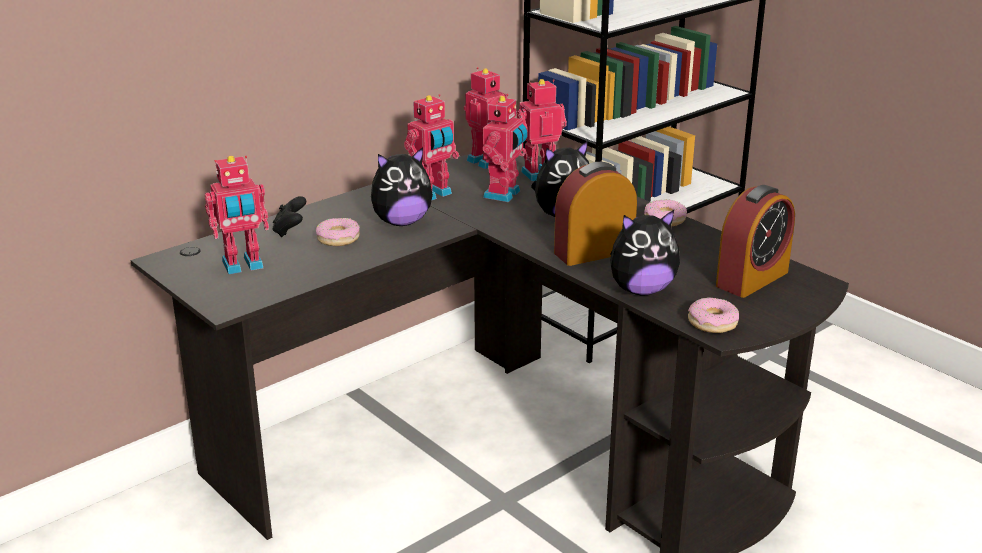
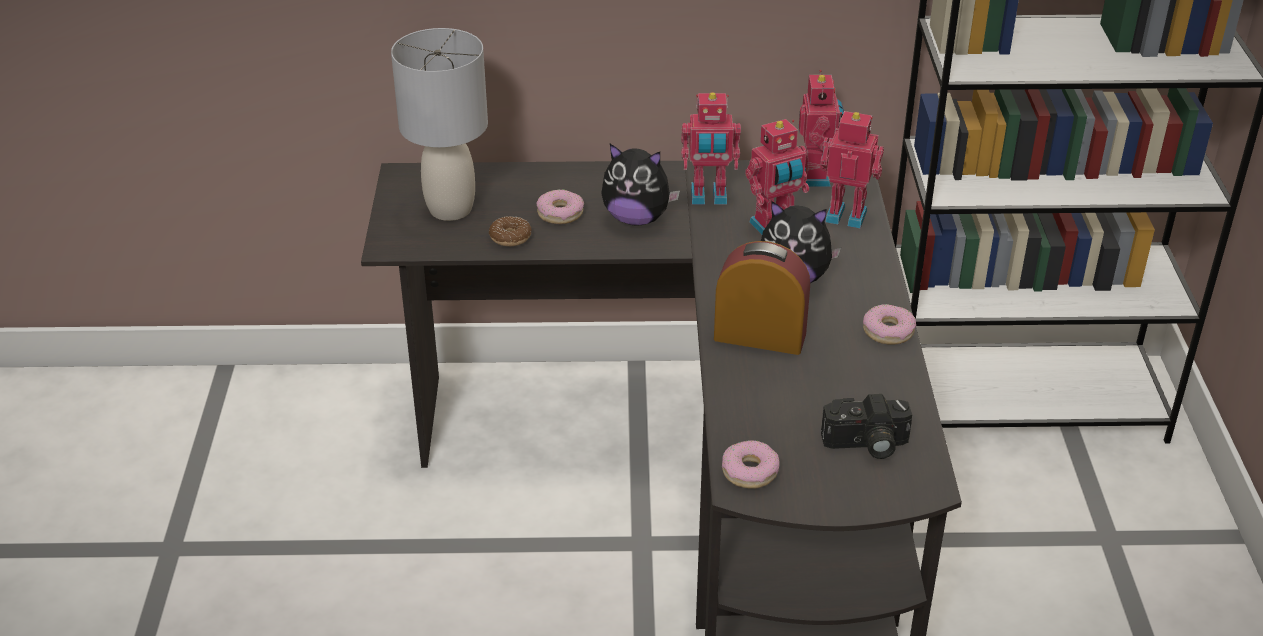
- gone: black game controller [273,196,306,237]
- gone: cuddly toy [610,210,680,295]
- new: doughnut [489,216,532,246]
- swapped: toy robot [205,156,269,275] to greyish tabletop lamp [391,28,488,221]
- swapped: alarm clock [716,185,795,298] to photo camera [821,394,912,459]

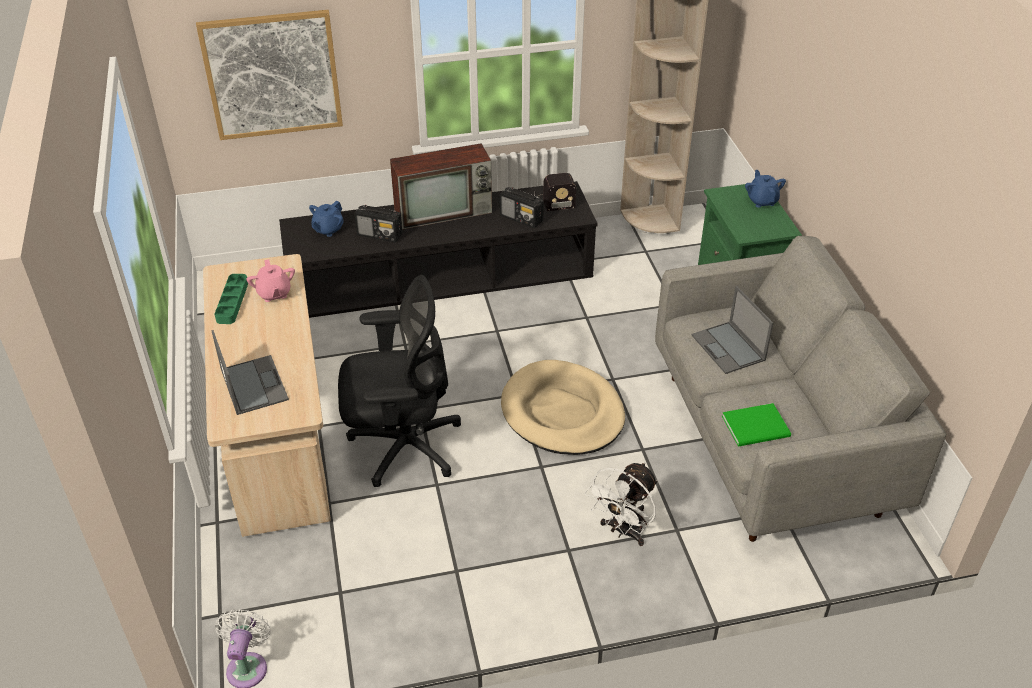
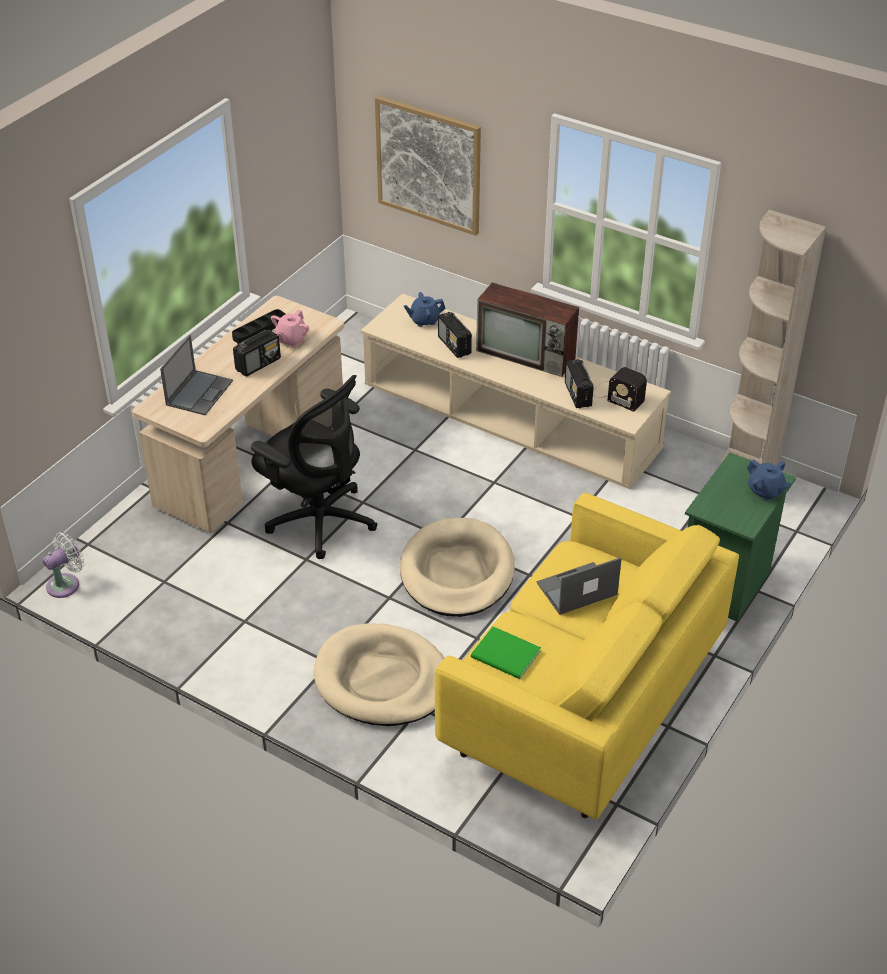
- new: radio set [233,330,281,377]
- swapped: white fan [585,462,658,546] to beige-coloured dog bed [314,623,445,726]
- repainted: greenish tray [215,274,248,324] to black tray [232,309,285,344]
- repainted: black media console [279,181,598,318] to beige-coloured media console [361,293,671,489]
- repainted: greyish couch [655,236,946,542] to yellowish couch [435,493,739,820]
- rotated: laptop [691,286,773,374] = [536,557,622,615] 45 degrees clockwise
- rotated: blue-coloured tea pot [745,170,786,208] = [747,459,791,501] 105 degrees clockwise

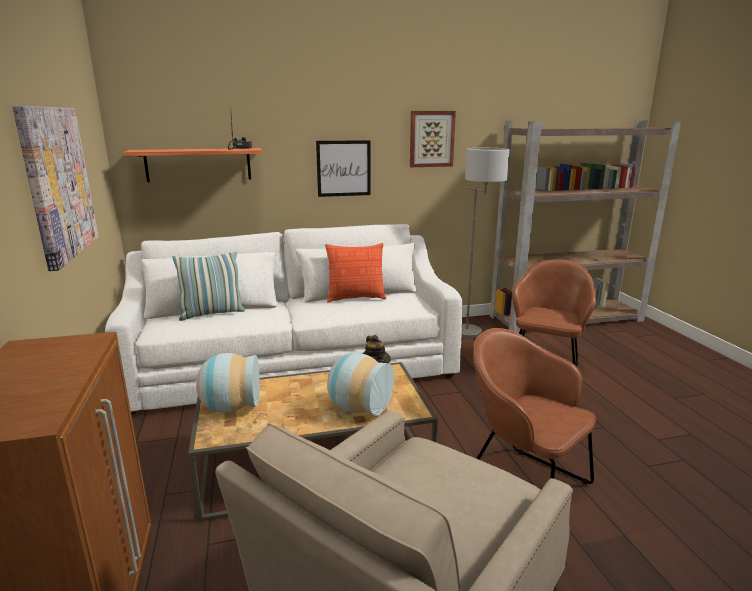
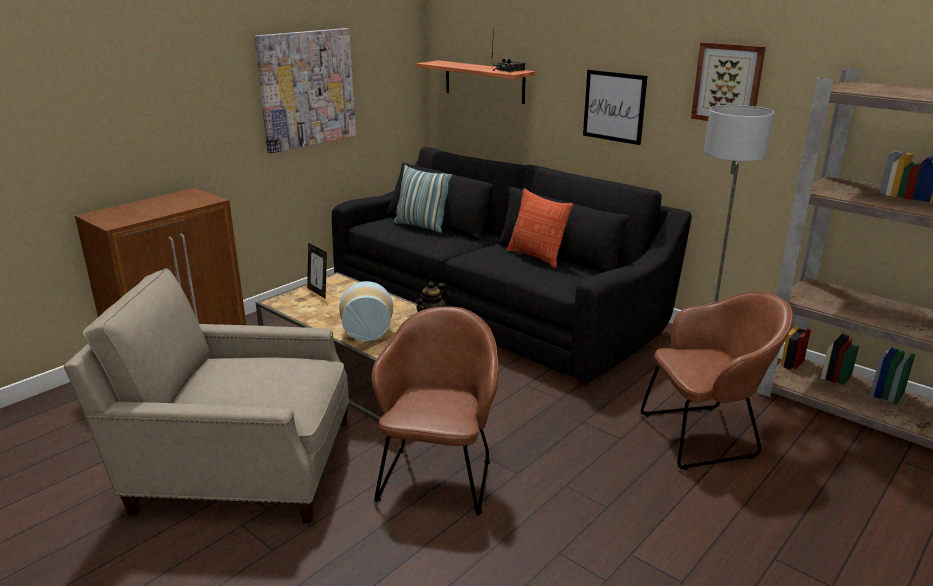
- swapped: vase [196,353,260,413] to picture frame [307,243,327,298]
- repainted: white couch [105,224,462,415] to black couch [332,147,692,386]

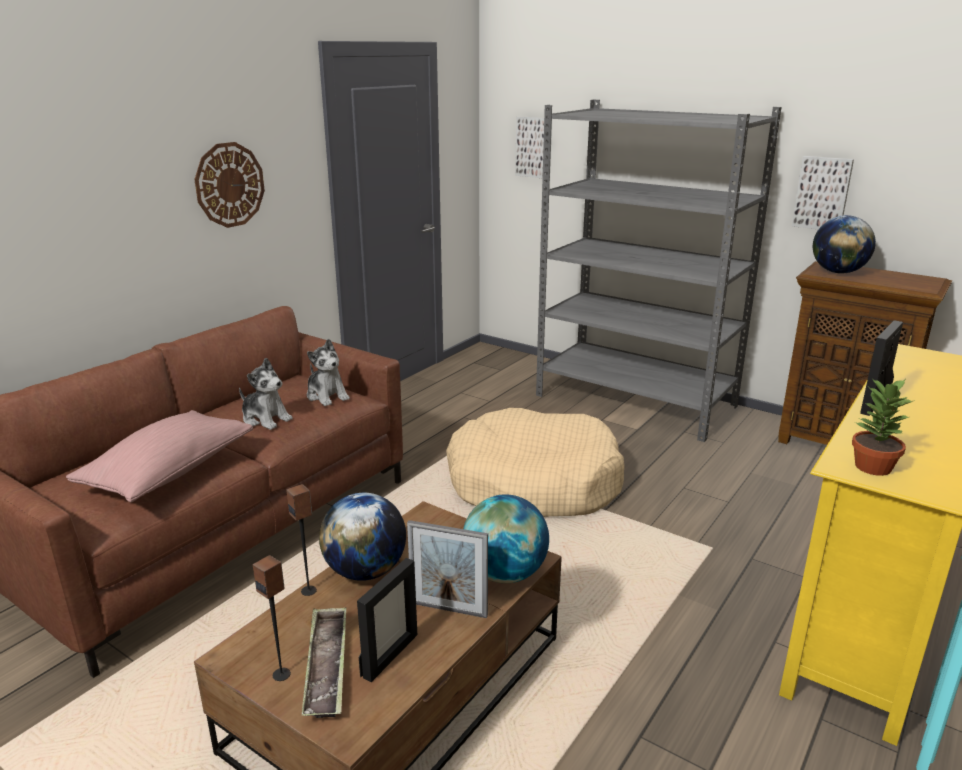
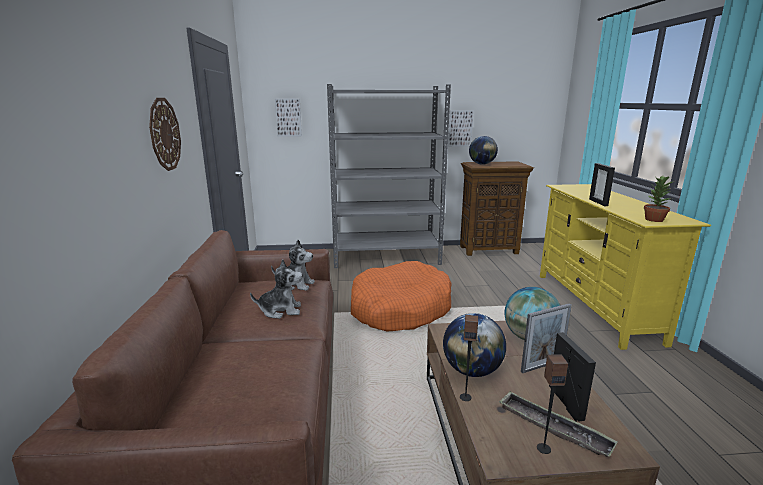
- gone: pink-coloured throw pillow [66,410,253,502]
- repainted: beige-coloured dog bed [446,408,625,517] to orange dog bed [351,261,452,332]

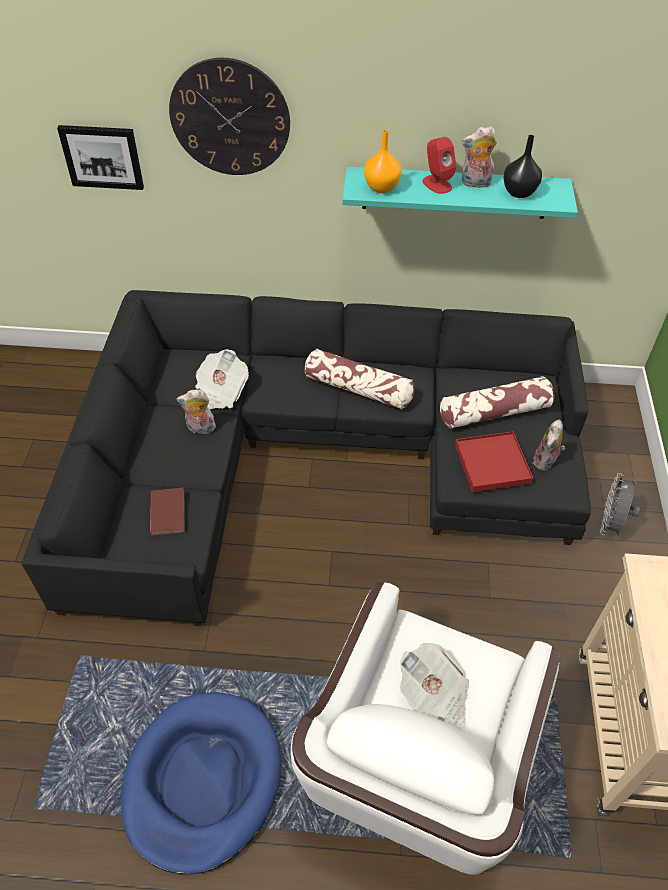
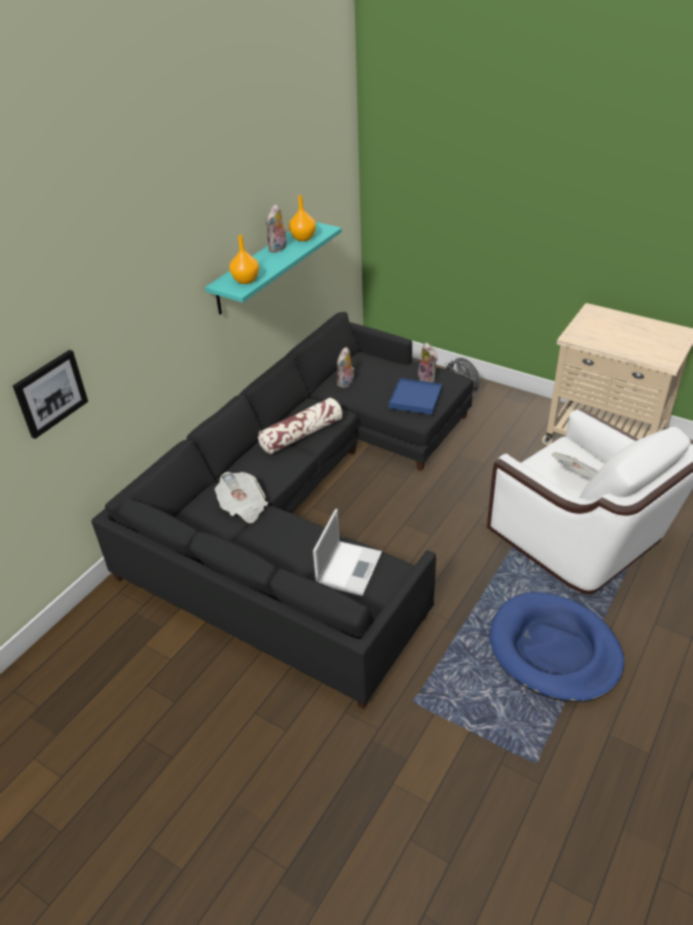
- gone: hanging clock [169,58,290,175]
- gone: red audio speaker [422,137,456,194]
- gone: throw pillow [440,376,554,429]
- shifted: cuddly toy [177,389,216,434] to [337,347,354,388]
- swapped: brown bound book [150,488,185,536] to laptop [313,509,382,596]
- repainted: red tray [455,431,533,492] to blue-coloured tray [389,378,442,415]
- repainted: black vase [503,135,542,198] to orange vase [289,195,316,241]

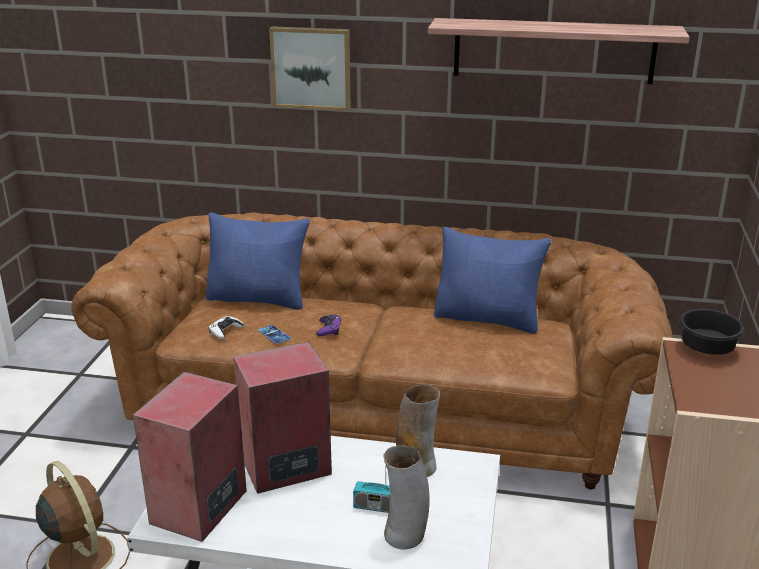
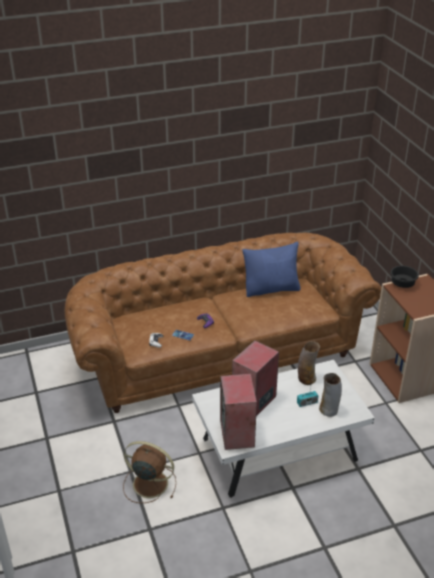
- gone: blue-coloured throw pillow [206,212,310,310]
- gone: wall art [269,26,351,111]
- gone: wall shelf [428,18,690,84]

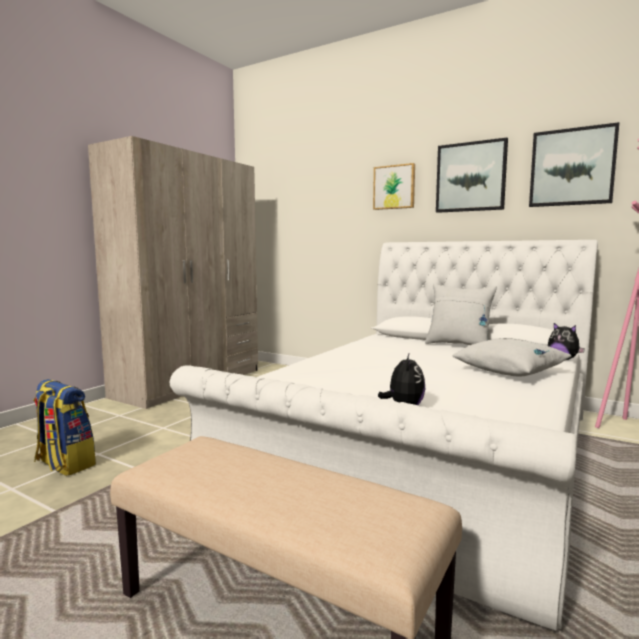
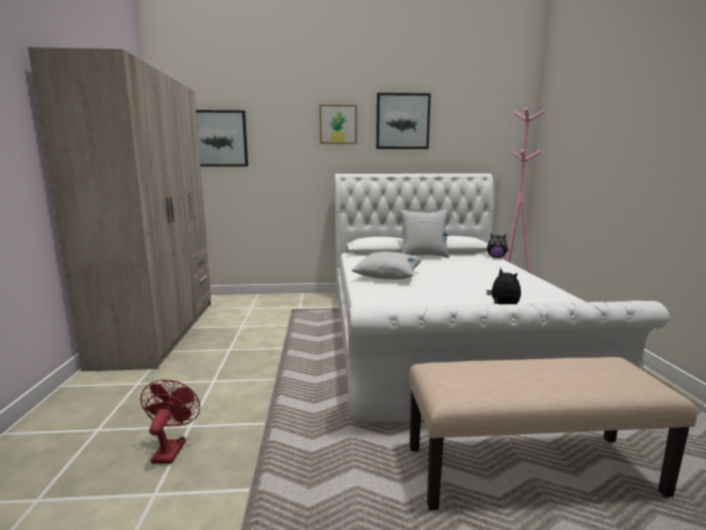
- shifted: greyish throw pillow [452,338,571,376] to [351,252,422,280]
- shifted: wall art [529,122,619,207] to [196,110,248,167]
- swapped: rucksack [33,379,96,476] to red fan [140,380,200,464]

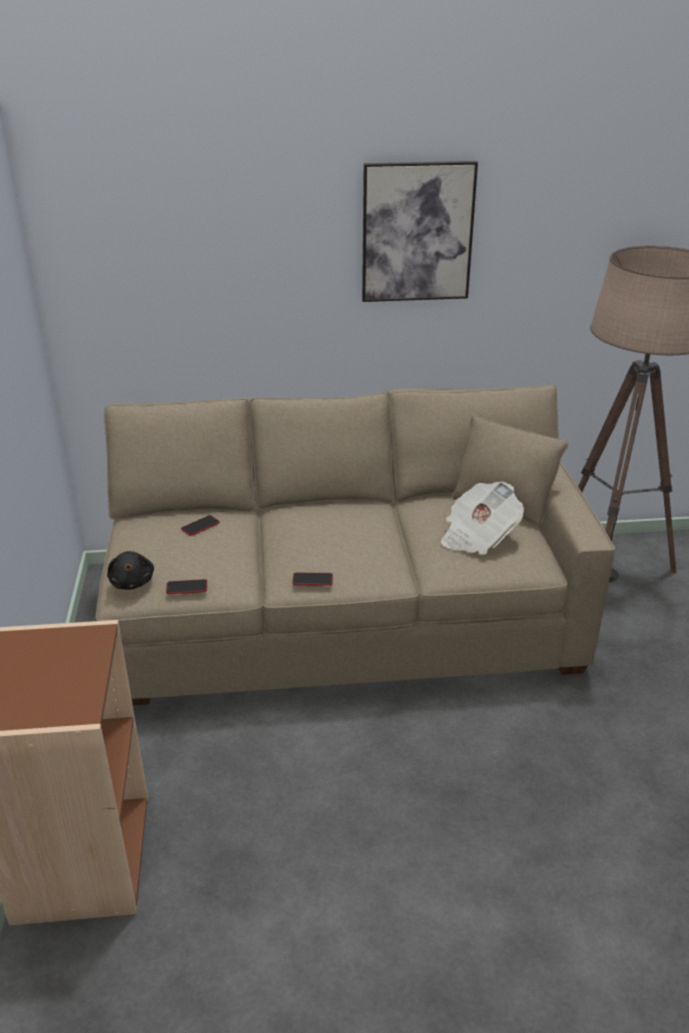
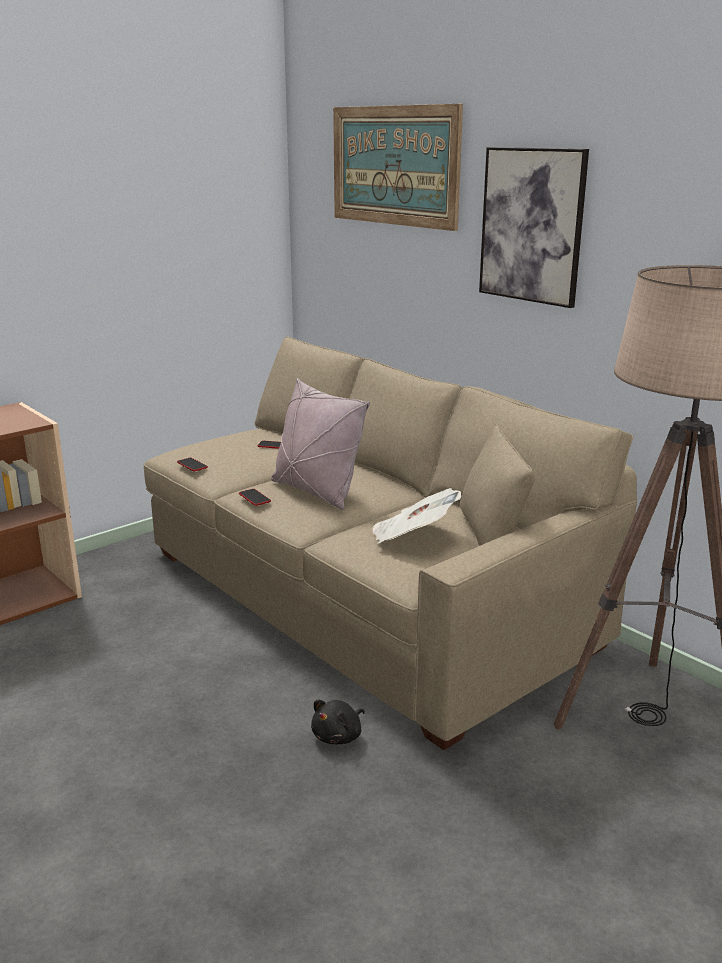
- new: purple throw pillow [271,378,370,510]
- new: wall art [333,104,463,231]
- shifted: black cuddly toy [107,551,154,589] to [311,700,365,744]

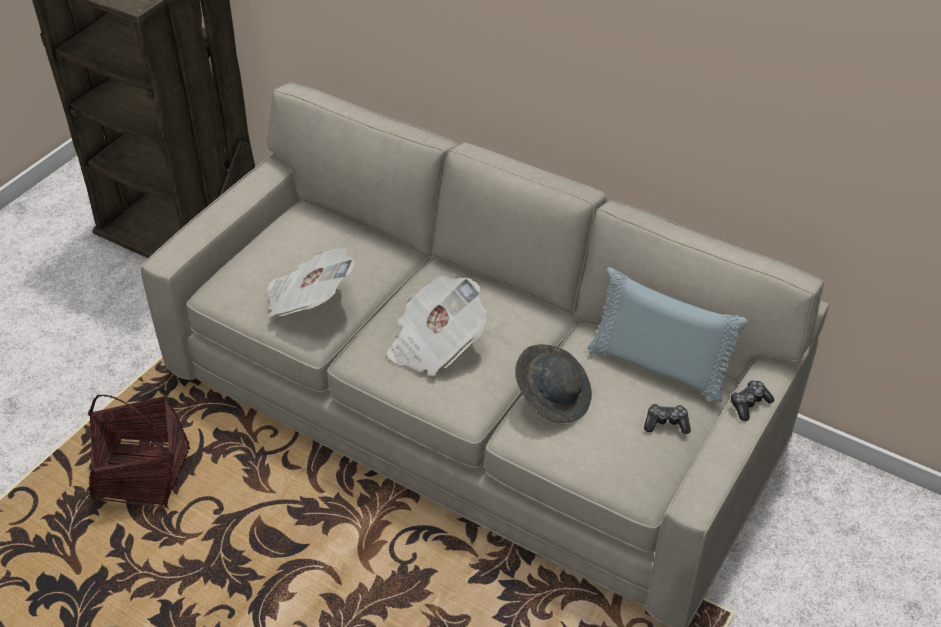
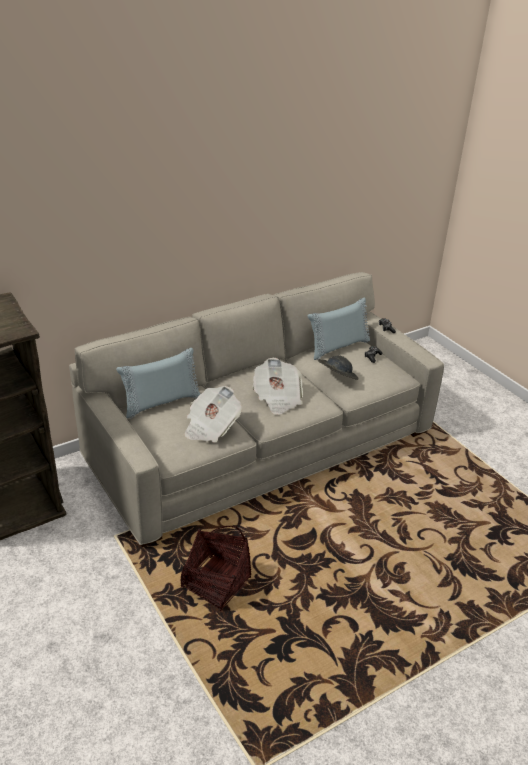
- new: blue-coloured throw pillow [116,348,200,419]

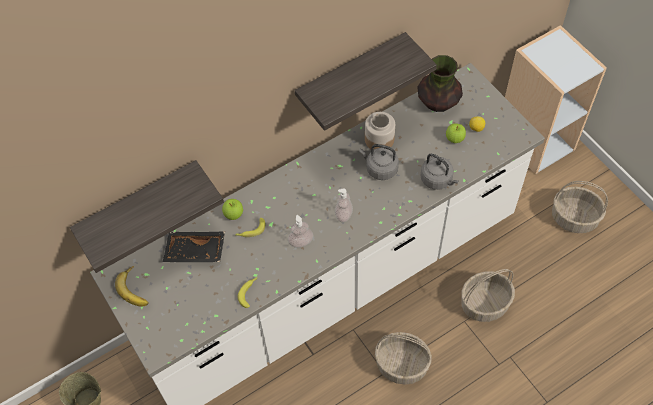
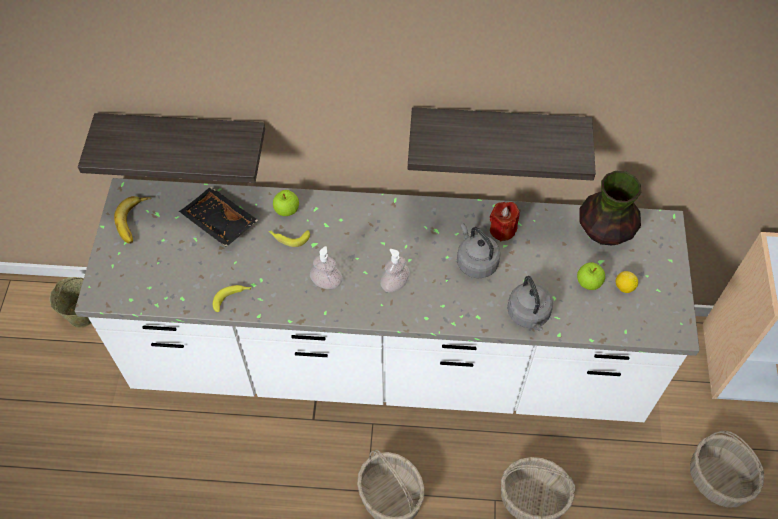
- swapped: preserve jar [365,112,395,149] to red wax light [490,202,520,241]

